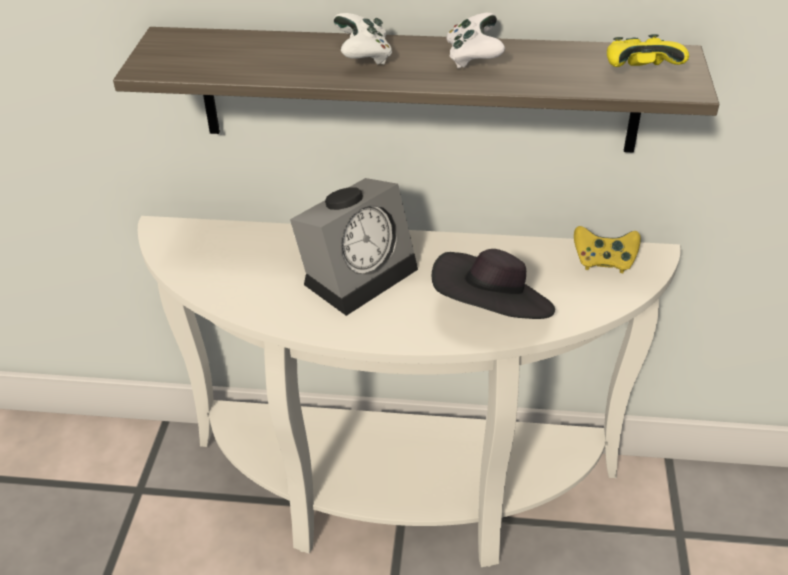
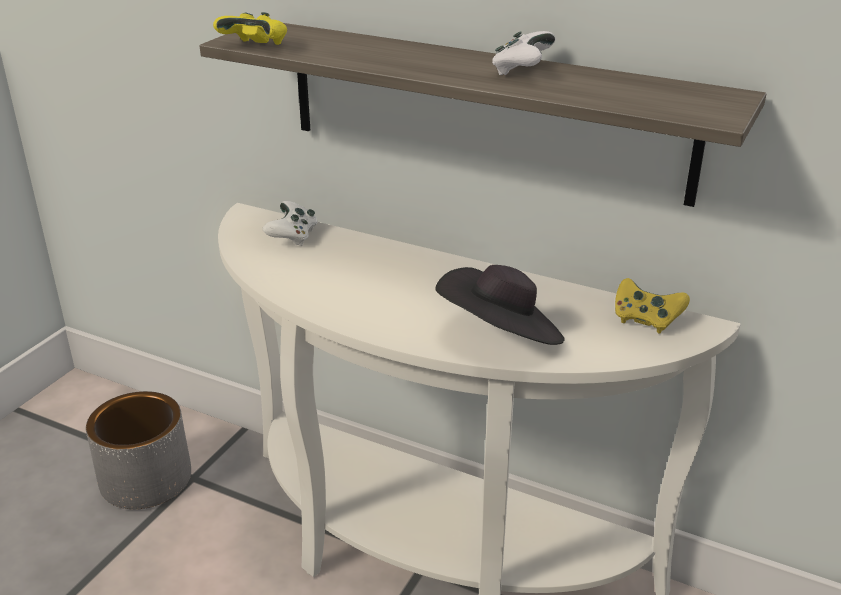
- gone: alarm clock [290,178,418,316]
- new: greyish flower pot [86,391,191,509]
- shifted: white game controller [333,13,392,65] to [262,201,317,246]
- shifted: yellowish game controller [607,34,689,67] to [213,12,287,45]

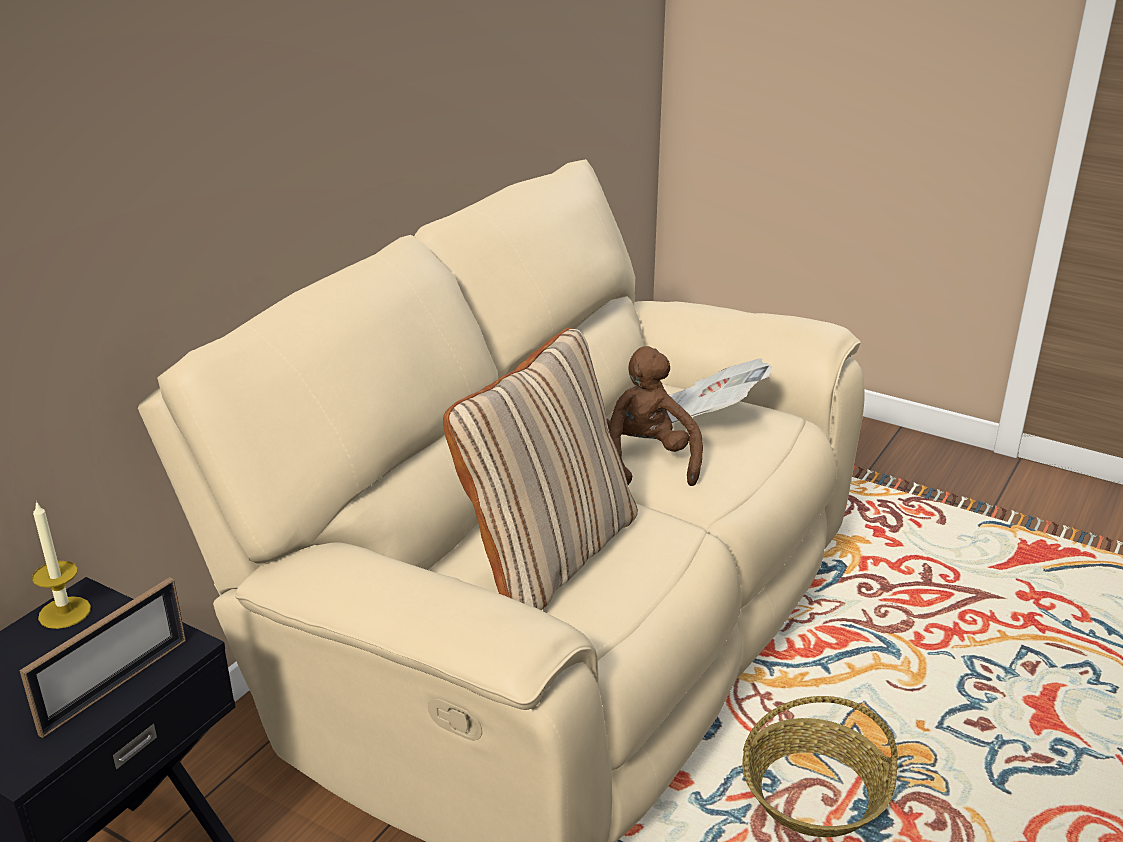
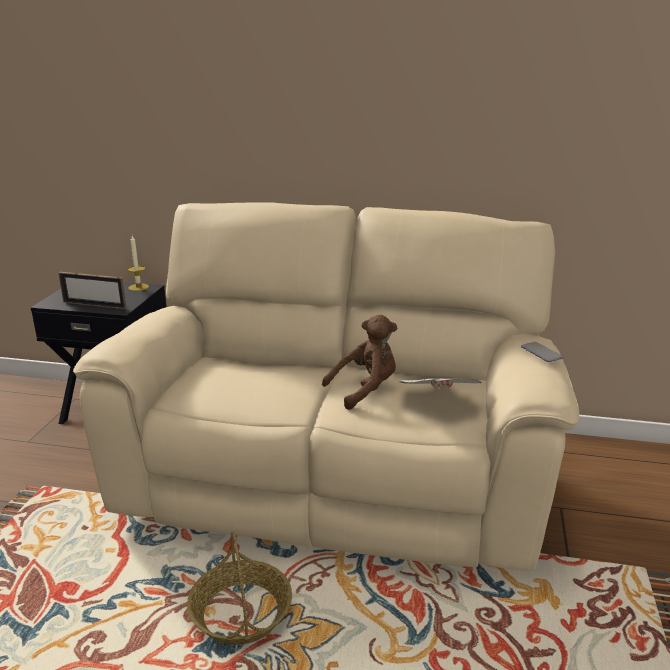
- gone: beige-coloured throw pillow [443,327,638,610]
- new: phone [521,342,563,362]

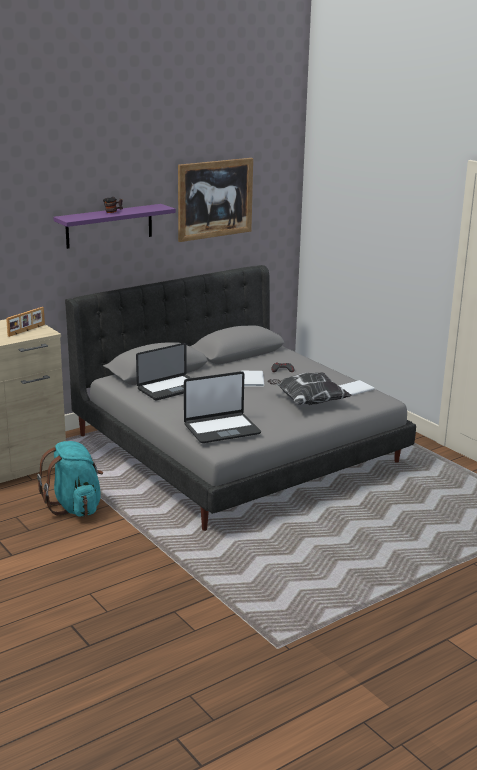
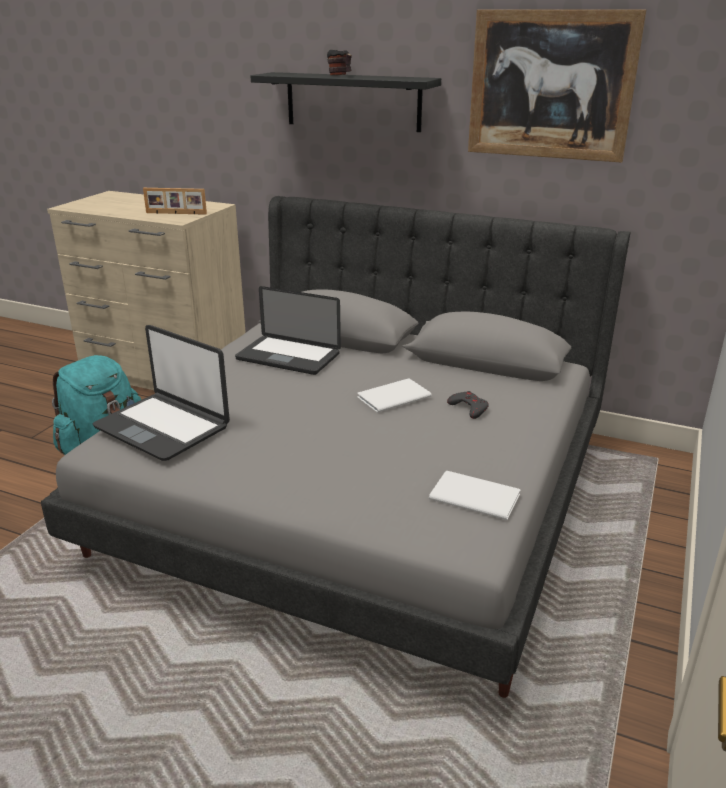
- gone: throw pillow [267,372,353,405]
- repainted: purple wall shelf [53,204,176,249] to black wall shelf [250,72,441,132]

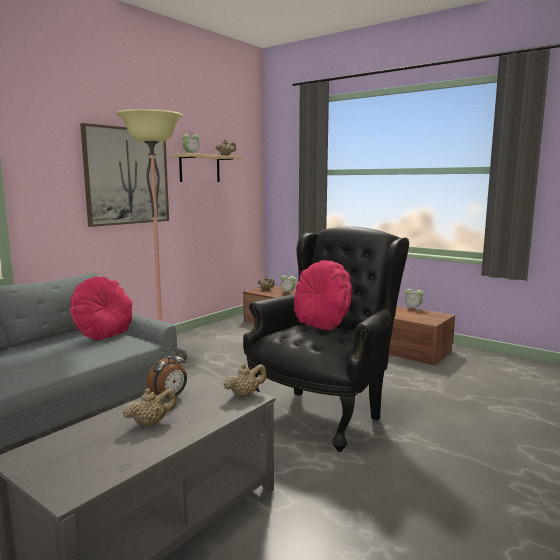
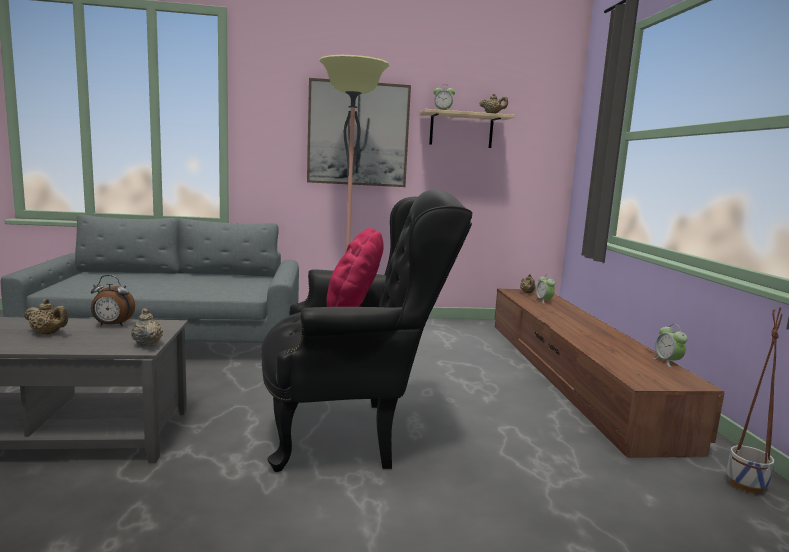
- gone: pink-coloured throw pillow [70,277,132,341]
- new: flower pot [727,307,783,494]
- rotated: beige-coloured tea pot [223,363,267,398] = [131,308,163,347] 135 degrees counterclockwise

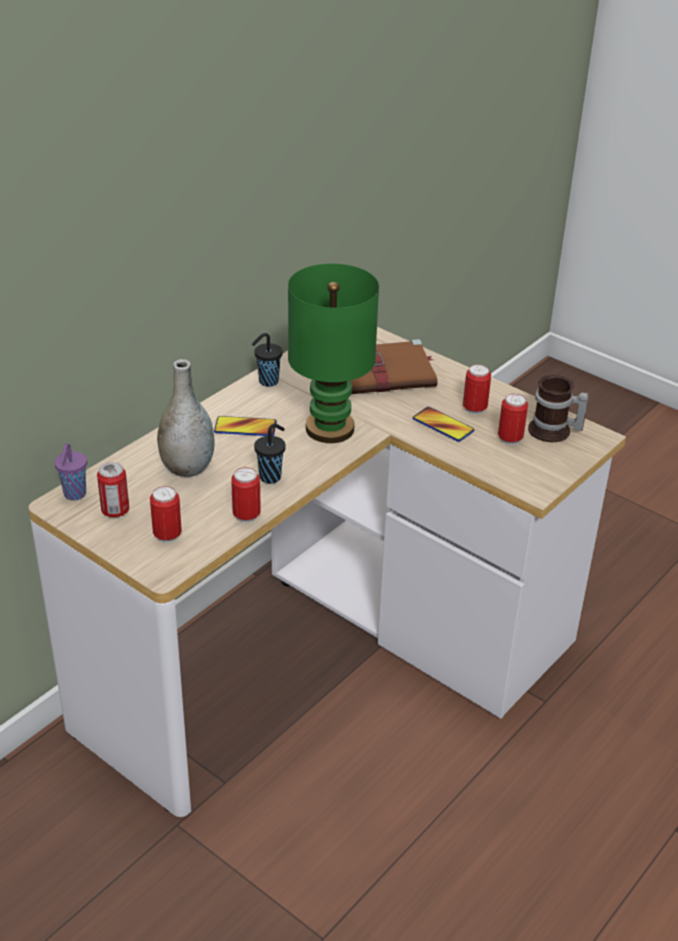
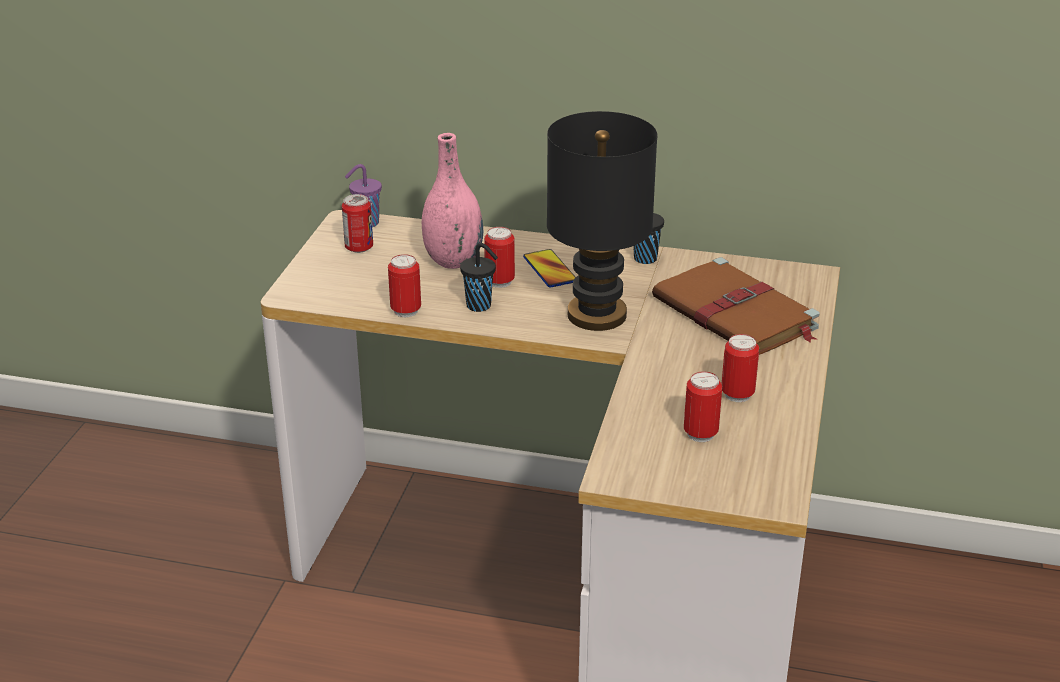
- gone: phone [413,407,474,442]
- gone: mug [528,375,588,442]
- shifted: sealed can [150,486,182,543] to [484,227,515,288]
- repainted: greyish vase [157,359,214,477] to pink-coloured vase [422,133,483,269]
- repainted: greenish tabletop lamp [288,264,379,443] to black tabletop lamp [547,111,657,331]

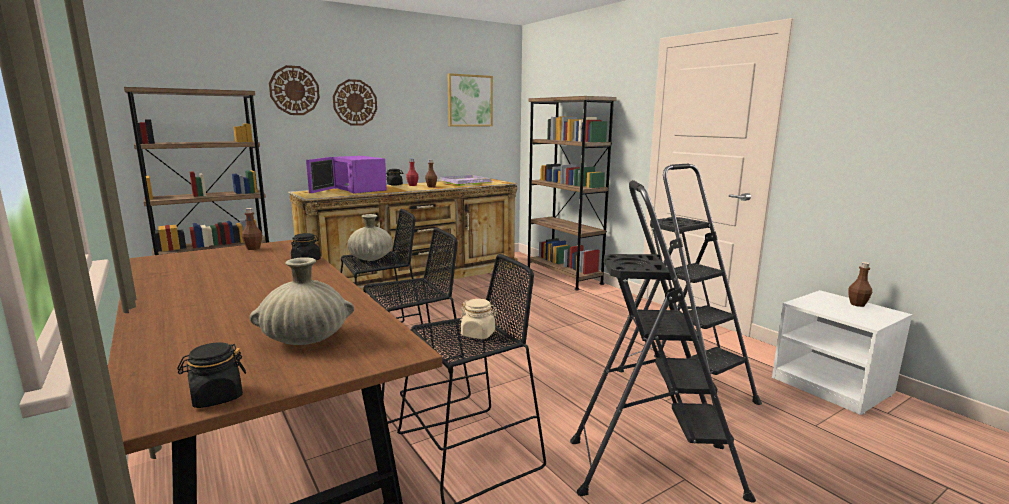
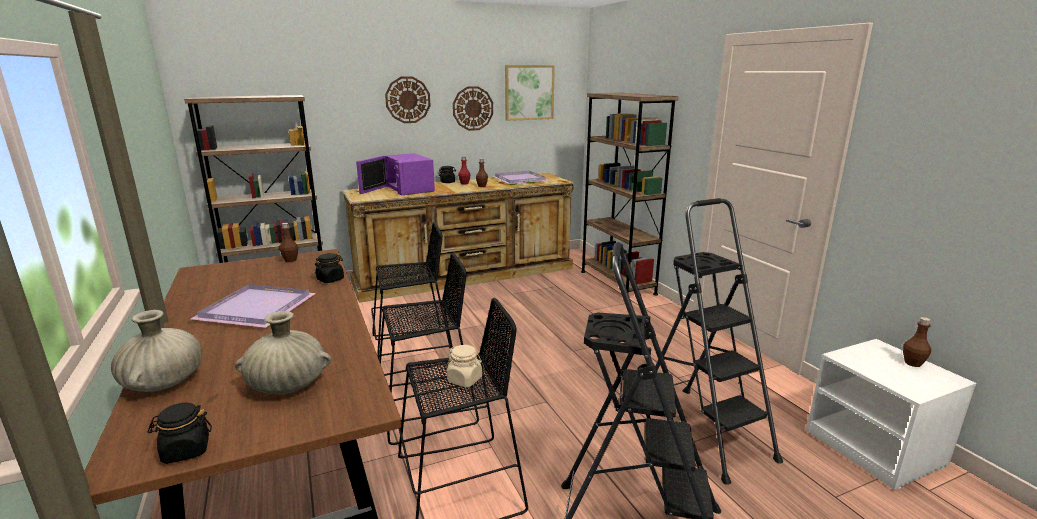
- new: purple tray [191,284,316,328]
- shifted: hanging clock [269,65,320,115] to [453,86,493,131]
- shifted: beige-coloured vase [347,214,393,261] to [111,310,202,392]

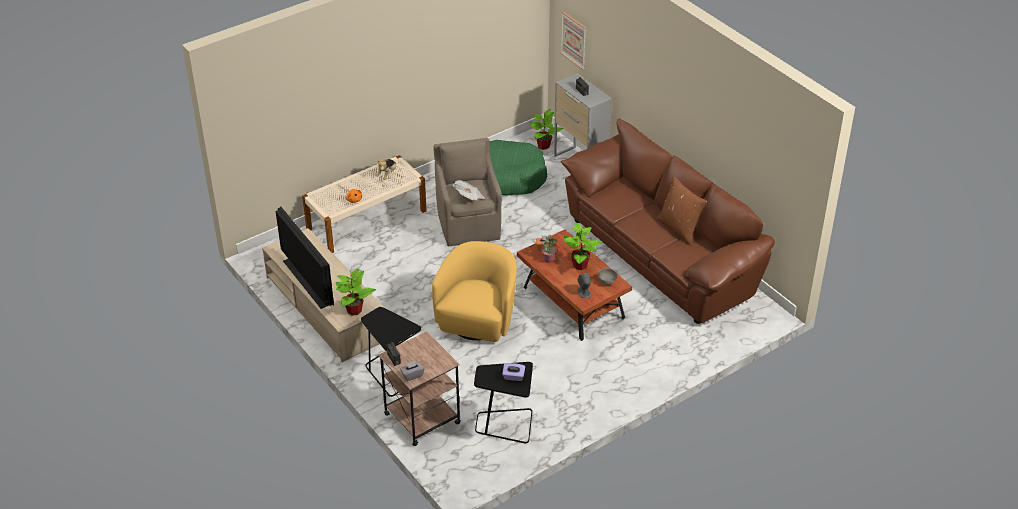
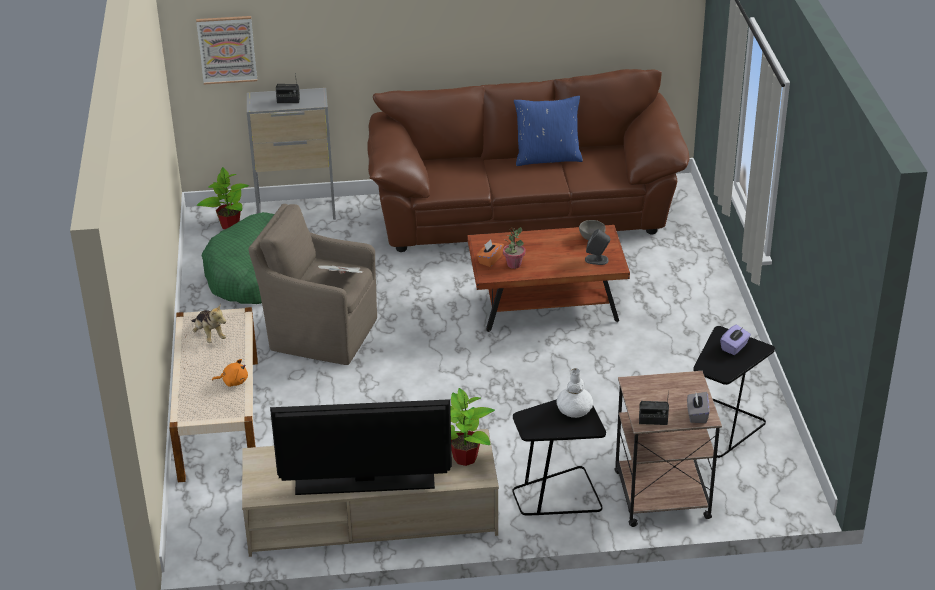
- gone: yellowish armchair [432,241,517,342]
- gone: potted plant [563,223,602,270]
- new: white vase [557,368,593,418]
- repainted: brown throw pillow [657,176,707,245] to blue-coloured throw pillow [514,96,583,166]

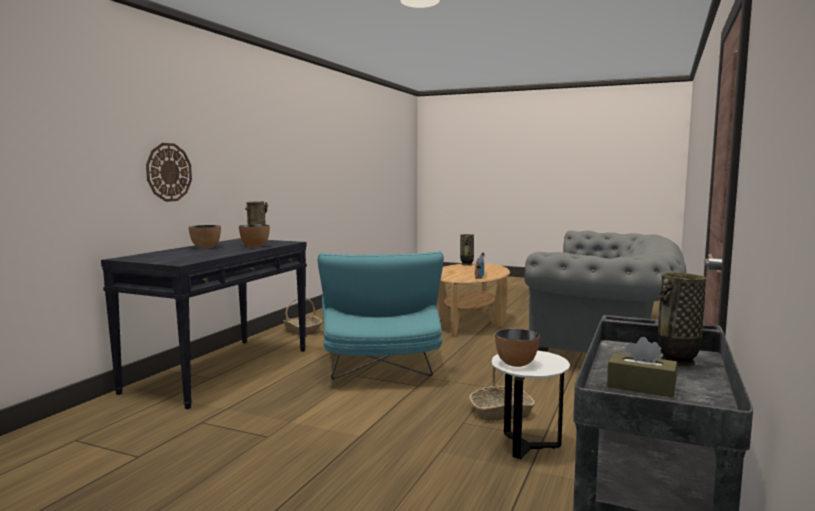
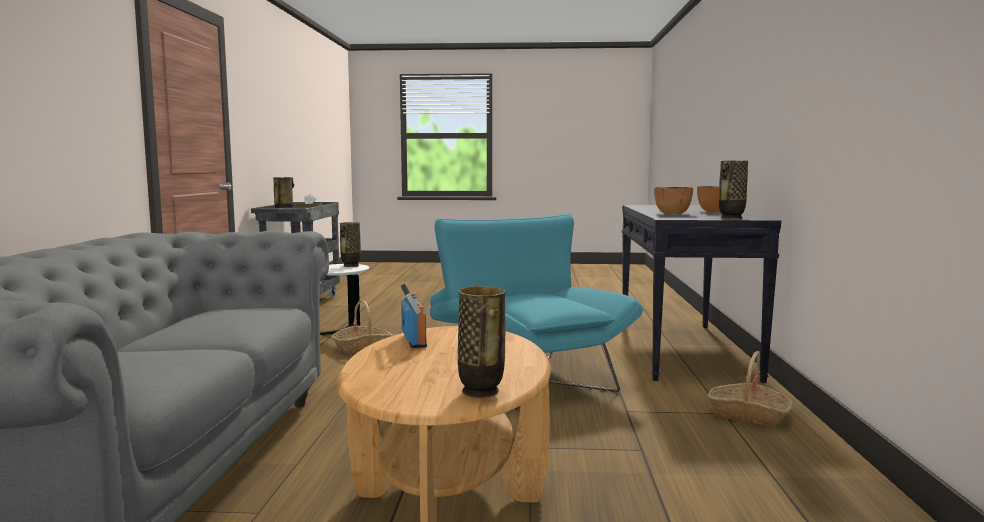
- gone: hanging clock [146,143,192,202]
- swapped: deep dish [495,329,540,367] to vase [340,222,361,267]

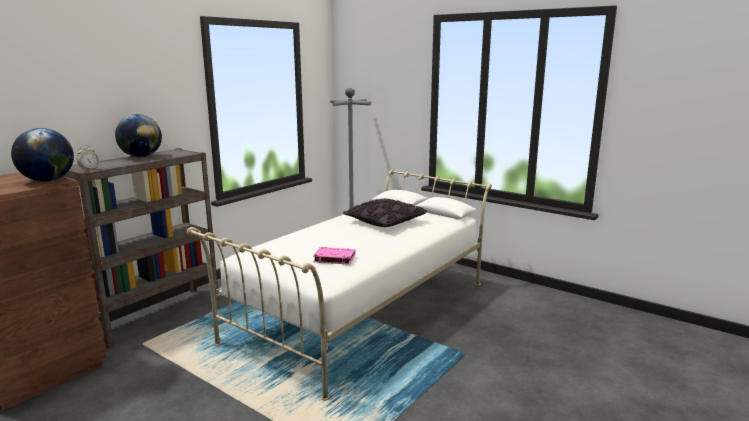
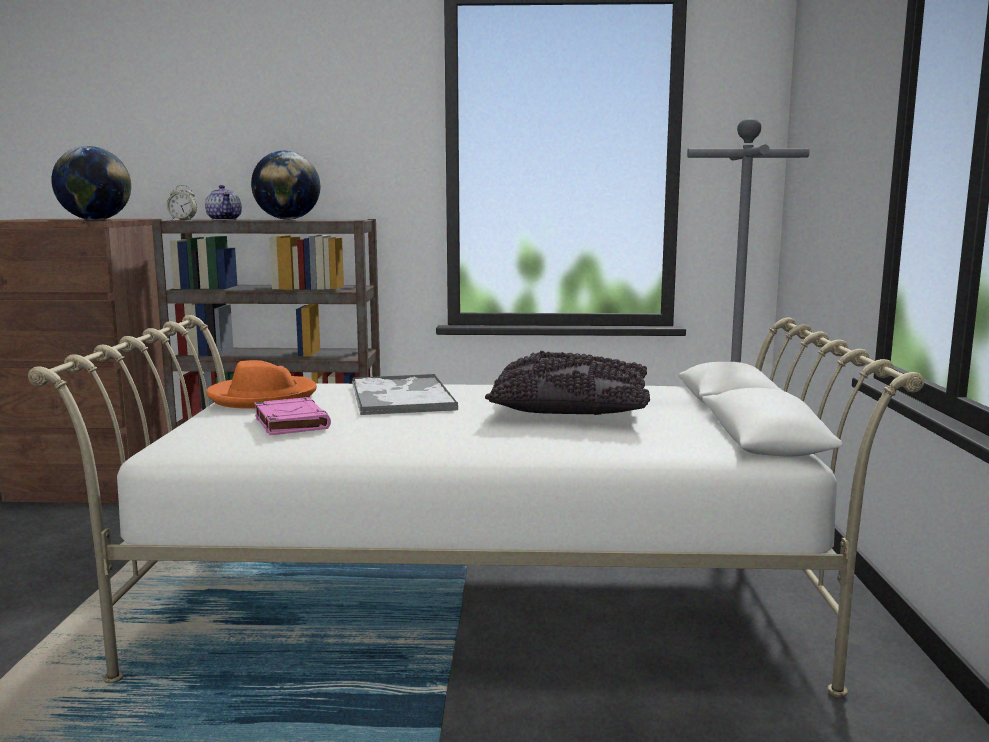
- new: tea pot [205,185,242,220]
- new: orange clothing hat [206,360,317,409]
- new: tray [352,374,458,415]

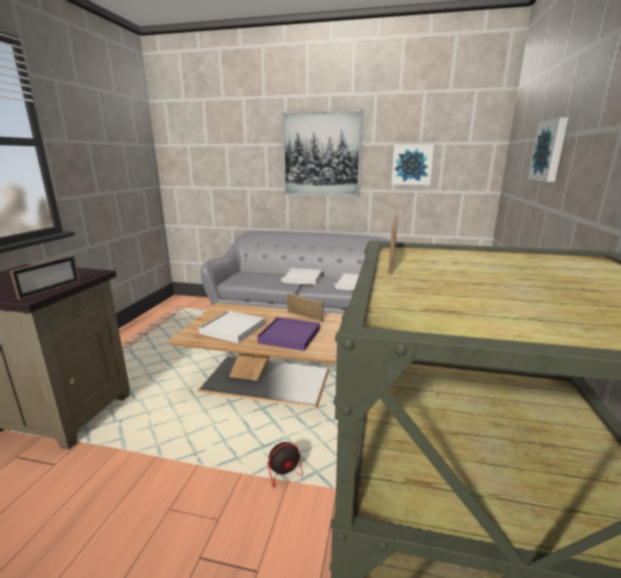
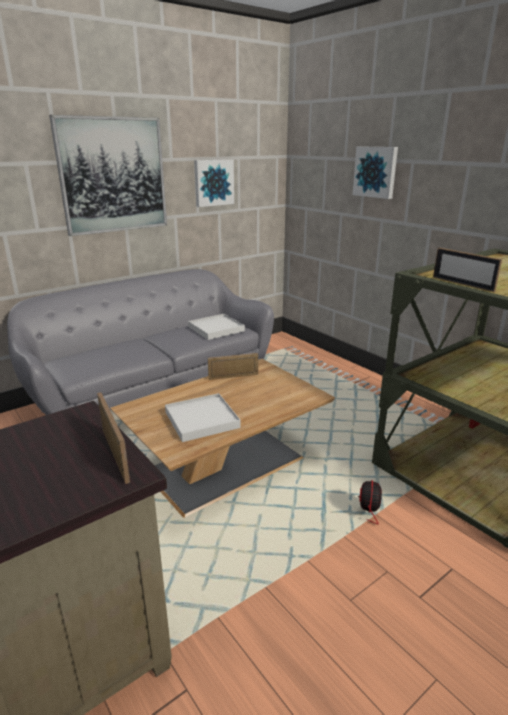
- gone: purple tray [257,317,320,351]
- gone: white tray [281,268,322,285]

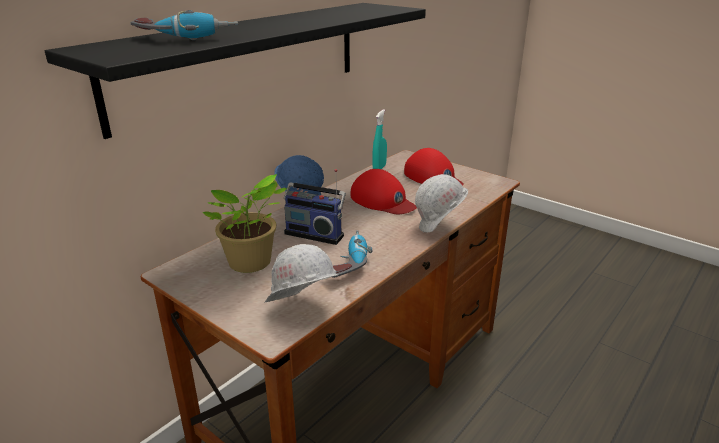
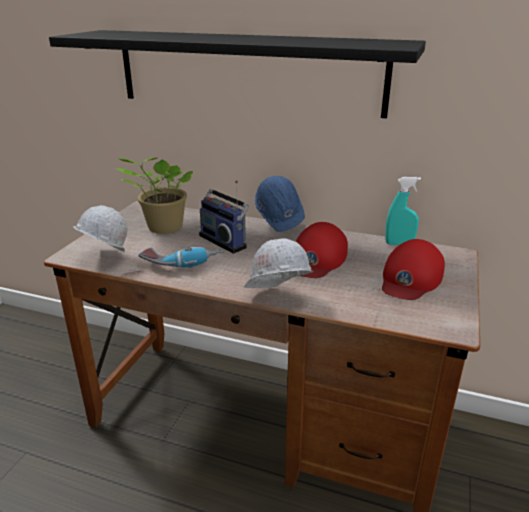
- gone: electric drill [130,10,238,40]
- rotated: radio set [284,169,346,245] = [199,180,249,254] 45 degrees counterclockwise

